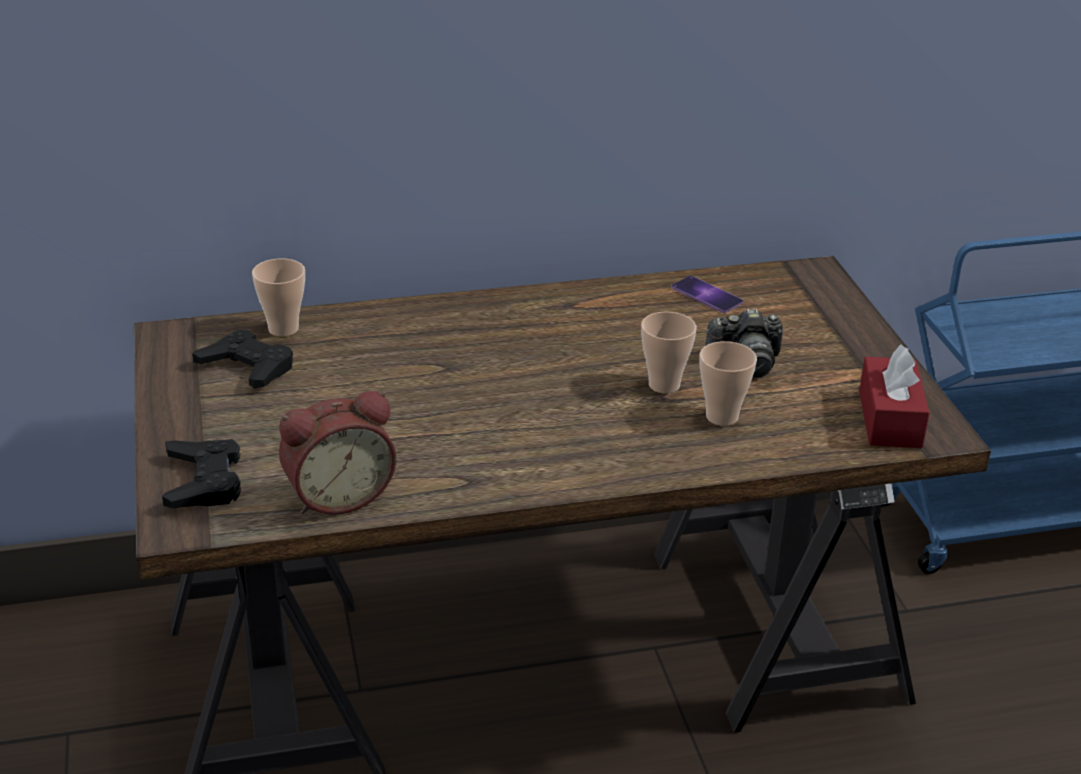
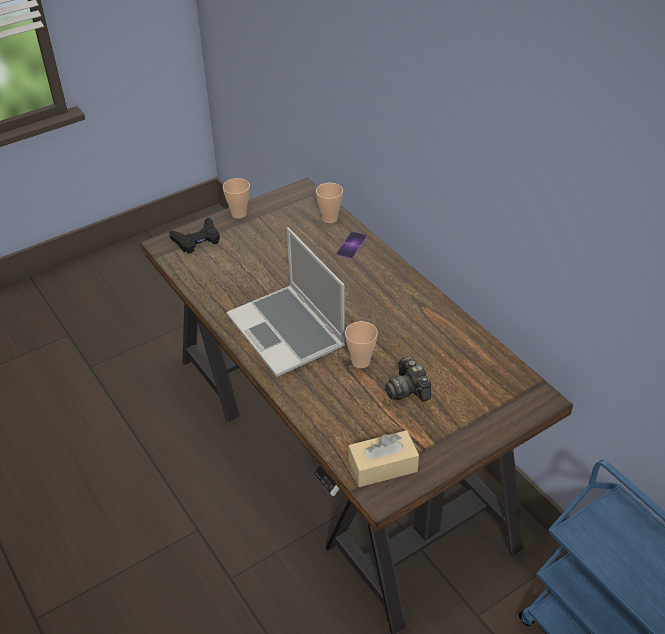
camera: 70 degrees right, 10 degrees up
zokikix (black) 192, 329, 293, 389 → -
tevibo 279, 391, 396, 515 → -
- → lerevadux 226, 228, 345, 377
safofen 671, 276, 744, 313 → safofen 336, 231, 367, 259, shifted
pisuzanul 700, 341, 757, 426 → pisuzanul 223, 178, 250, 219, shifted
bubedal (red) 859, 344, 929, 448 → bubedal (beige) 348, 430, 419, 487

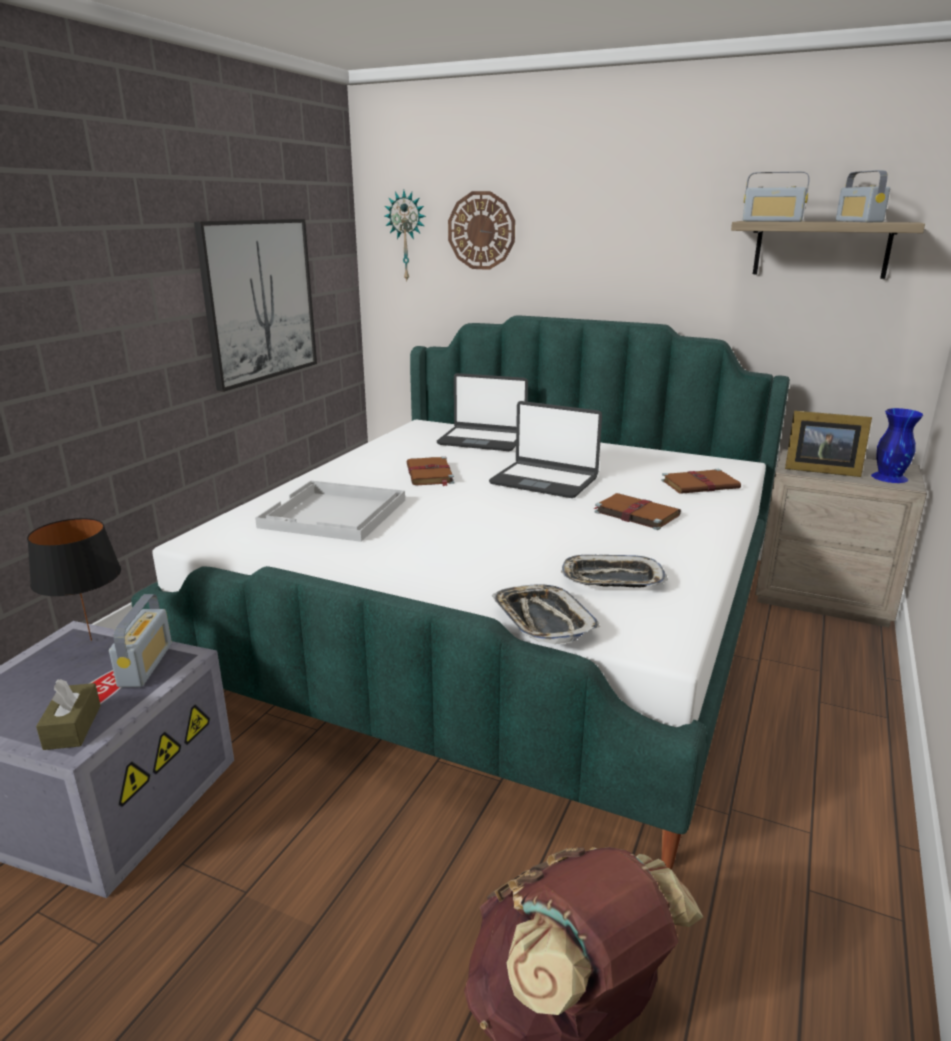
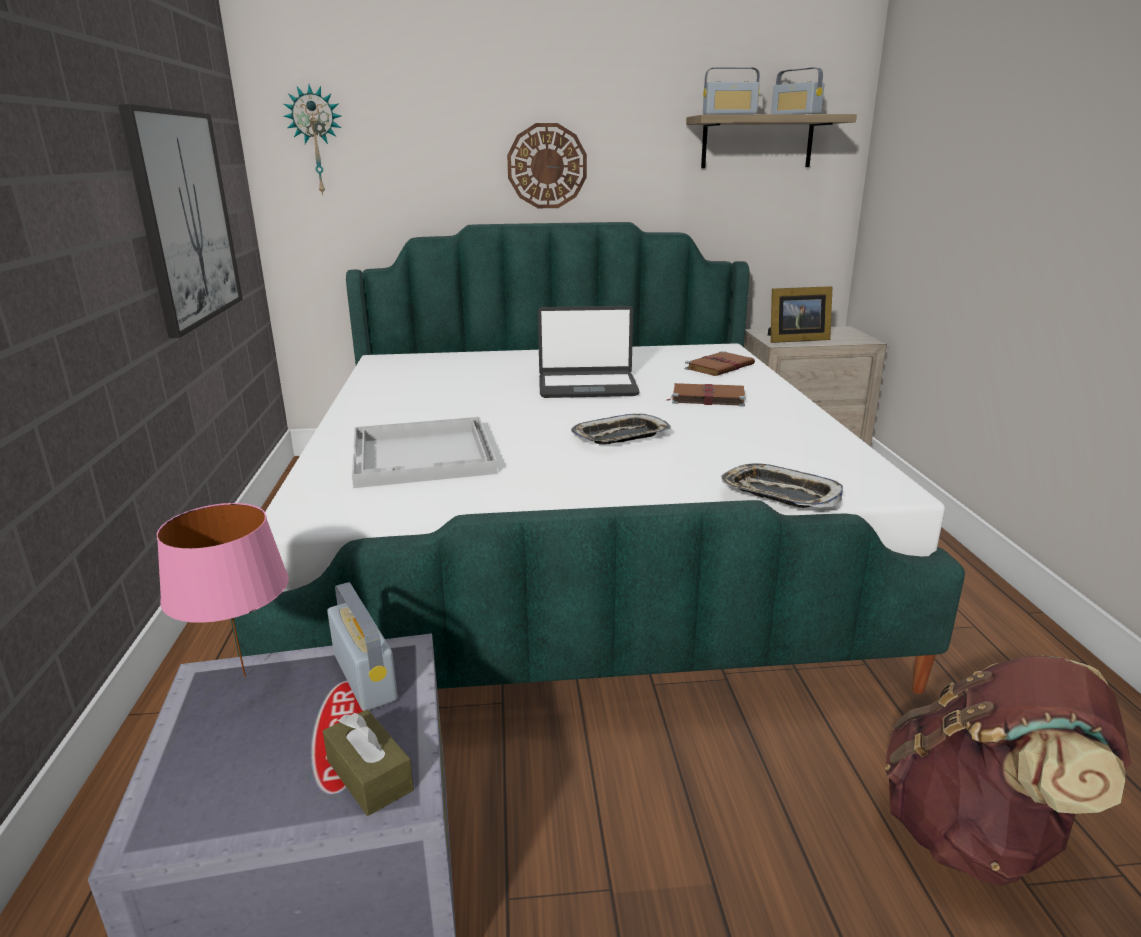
camera: 30 degrees left, 0 degrees up
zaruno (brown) 407, 457, 455, 486 → -
lerevadux 437, 373, 528, 451 → -
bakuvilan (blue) 871, 408, 923, 483 → -
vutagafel 448, 191, 515, 270 → vutagafel 507, 123, 587, 208, shifted
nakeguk 561, 555, 668, 587 → nakeguk 571, 414, 671, 445, shifted
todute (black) 27, 518, 121, 641 → todute (pink) 156, 503, 289, 677

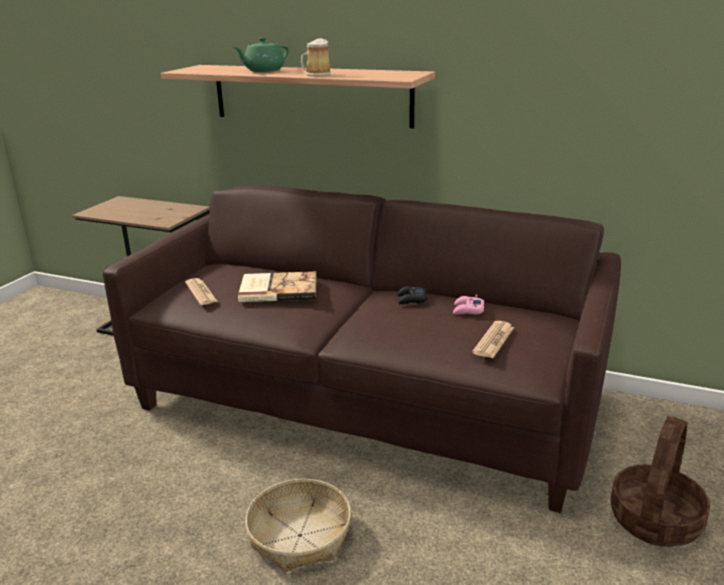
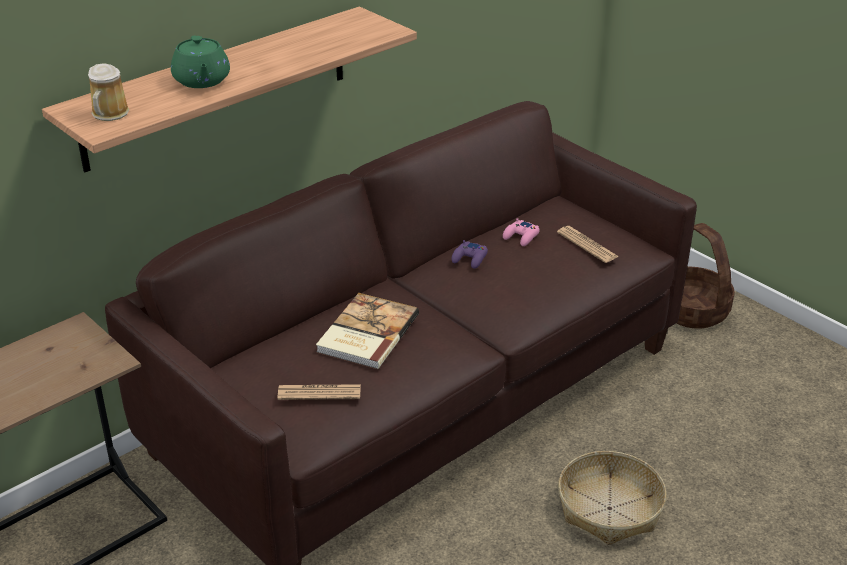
camera: 65 degrees left, 10 degrees up
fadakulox 301, 38, 331, 76 → fadakulox 88, 63, 130, 121, shifted
zokikix (black) 397, 284, 427, 304 → zokikix (purple) 452, 240, 488, 269

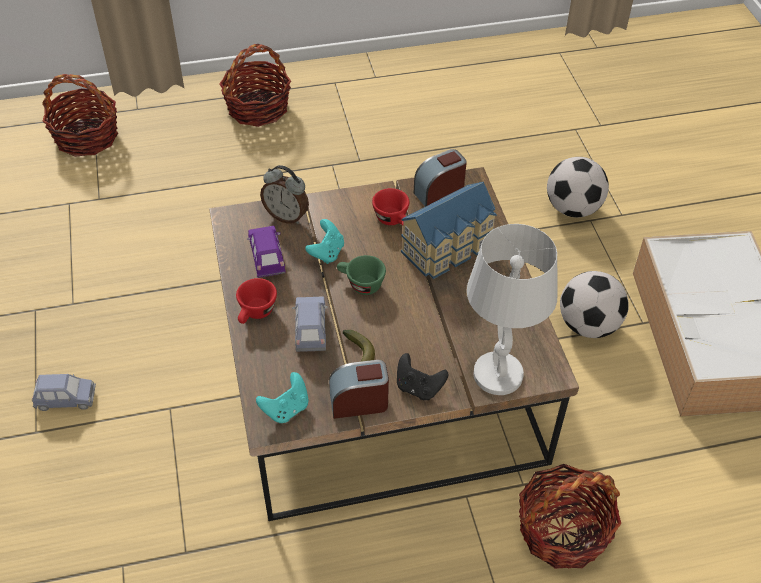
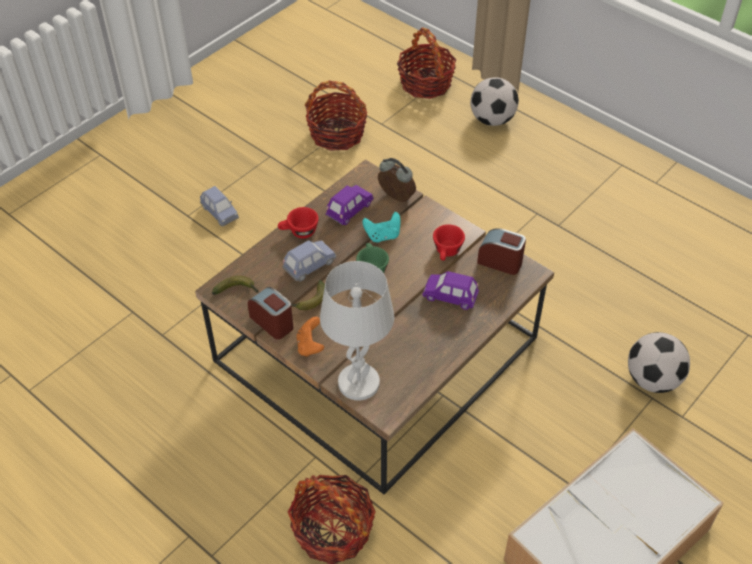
camera: 55 degrees right, 0 degrees up
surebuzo 219, 44, 291, 127 → surebuzo 305, 81, 367, 151, shifted
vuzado 560, 271, 629, 338 → vuzado 470, 77, 519, 126, shifted
zokikix (turquoise) 256, 372, 309, 423 → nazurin 212, 276, 259, 295
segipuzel 401, 182, 497, 279 → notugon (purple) 422, 271, 479, 310
zokikix (black) 397, 353, 449, 400 → zokikix (orange) 296, 317, 324, 357
tevibo 260, 165, 309, 224 → tevibo 378, 158, 416, 202, 135 degrees clockwise

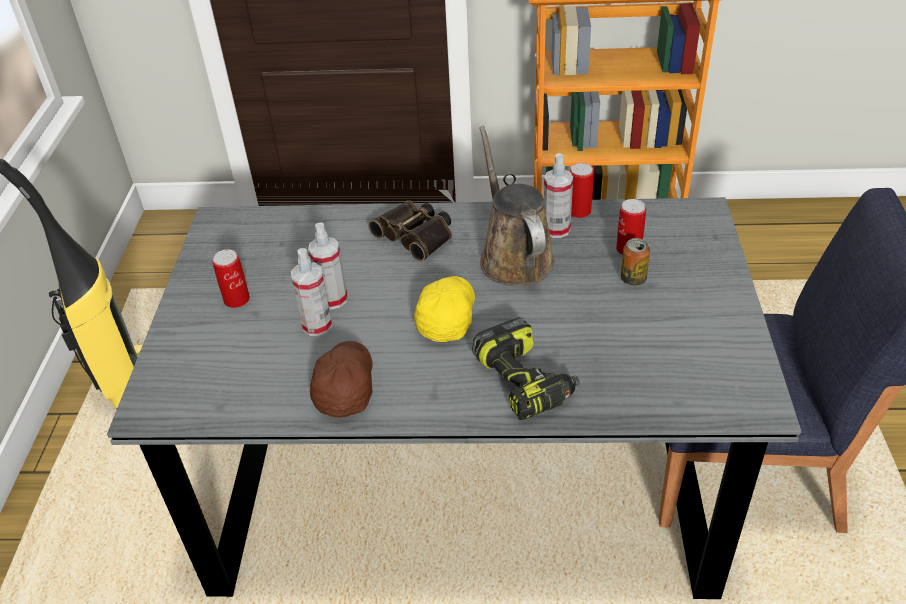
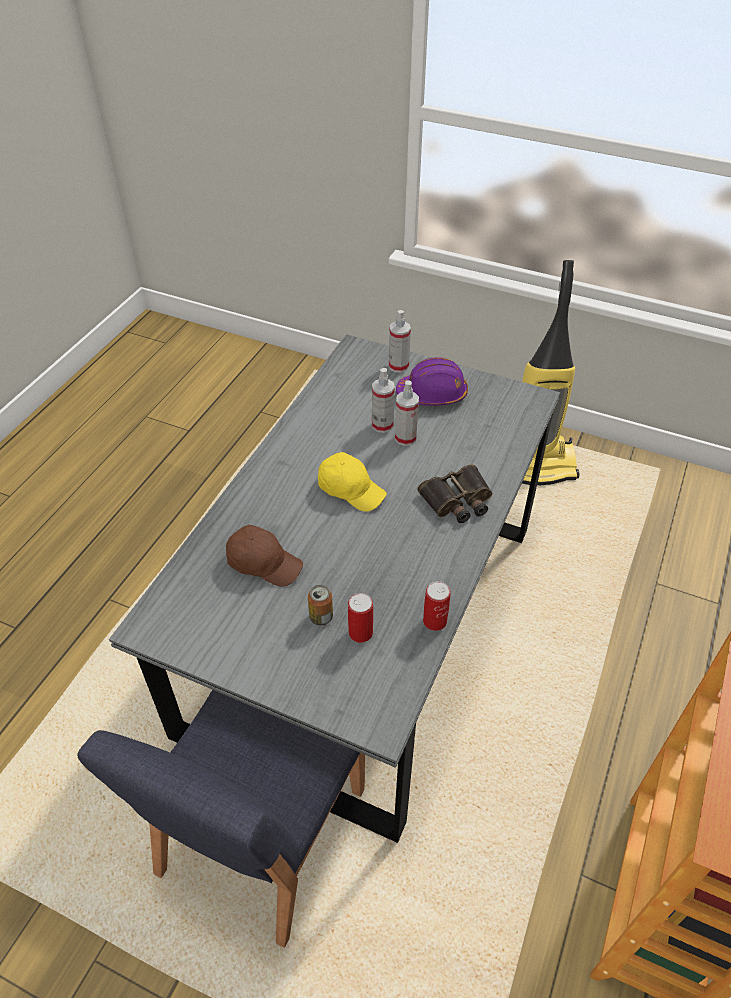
camera: 110 degrees right, 5 degrees up
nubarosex 472, 317, 580, 420 → -
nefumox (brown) 479, 126, 555, 287 → -
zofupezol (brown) 310, 341, 373, 418 → zofupezol (brown) 226, 525, 303, 586, shifted
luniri 544, 153, 573, 238 → luniri 389, 310, 411, 373, shifted
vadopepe 212, 249, 250, 308 → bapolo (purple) 396, 357, 468, 406

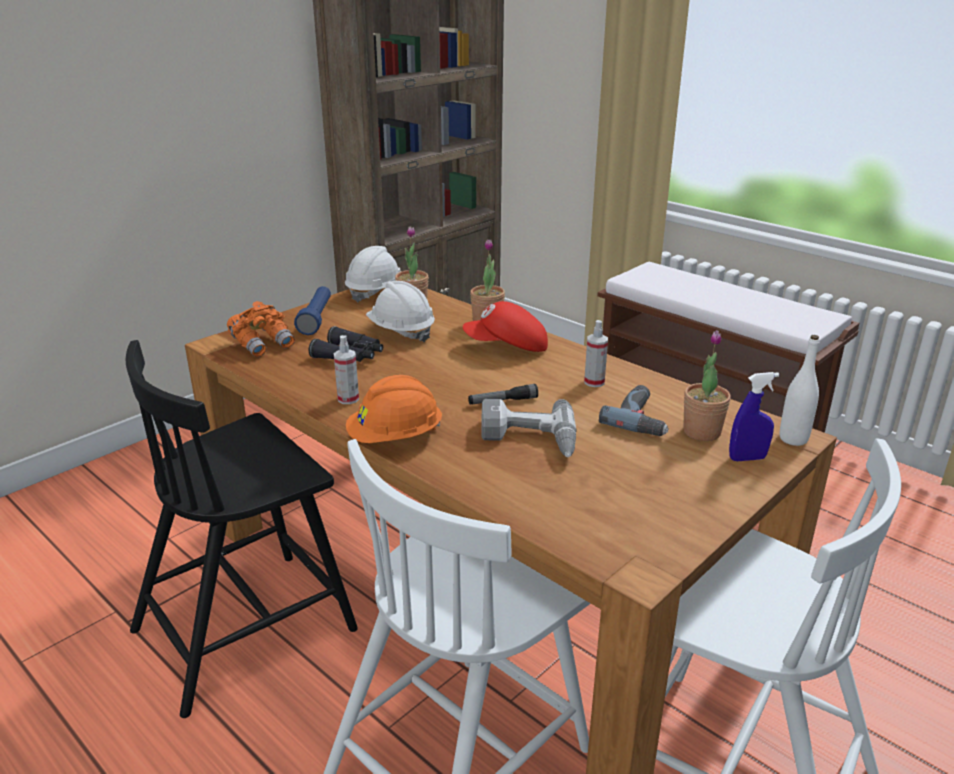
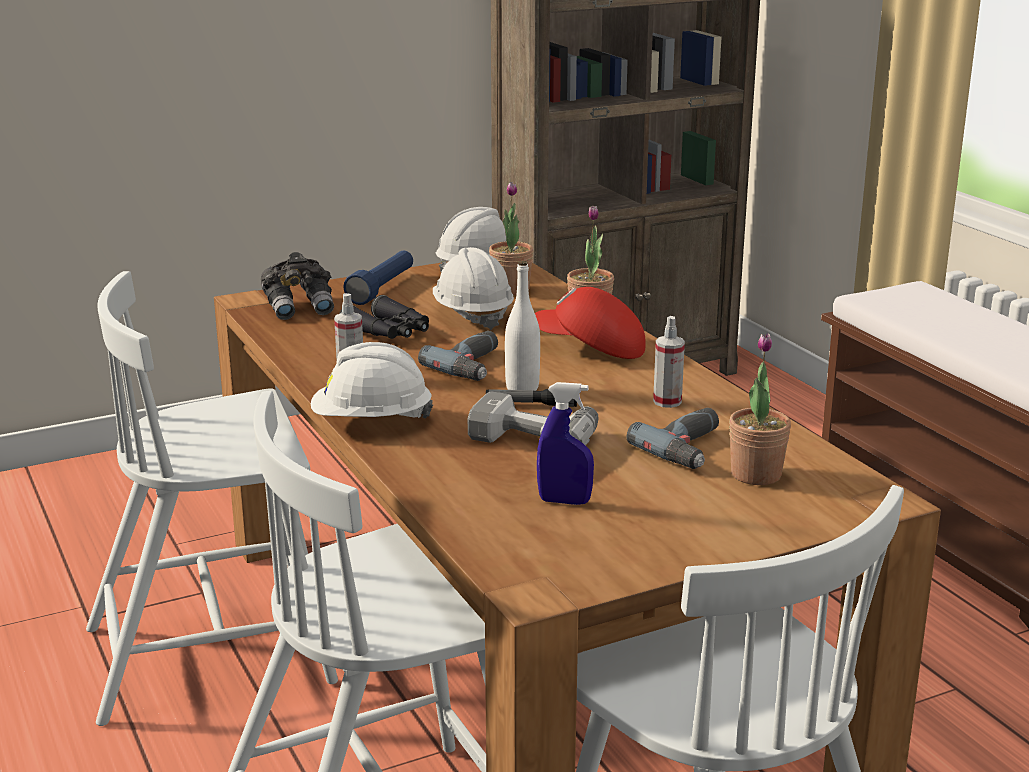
camera: 20 degrees right, 5 degrees down
- → nubarosex 418, 331, 498, 381
luniri (blue) 729, 372, 779, 461 → luniri (blue) 537, 382, 594, 505, shifted
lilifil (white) 779, 335, 819, 446 → lilifil (white) 505, 261, 540, 391, shifted
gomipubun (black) 126, 340, 358, 718 → gomipubun (white) 86, 271, 338, 726
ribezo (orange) 227, 301, 295, 357 → ribezo (grey) 261, 252, 334, 320
bapolo (orange) 346, 375, 442, 443 → bapolo (white) 311, 342, 433, 419

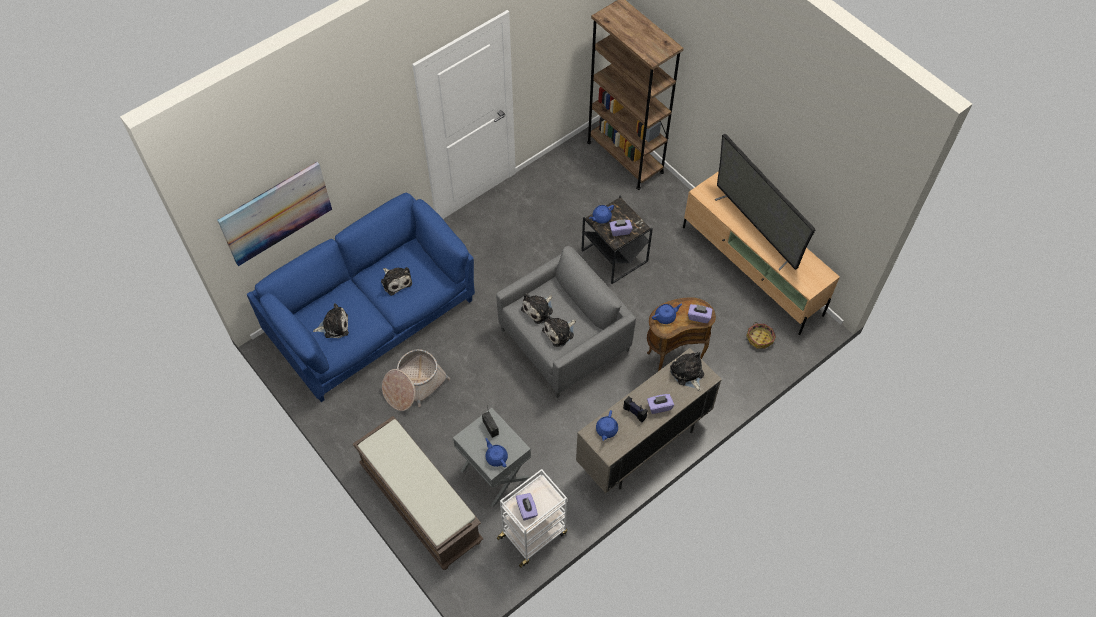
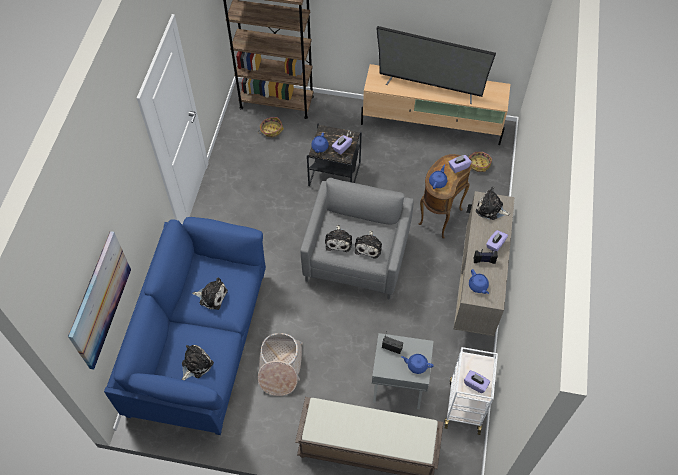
camera: 40 degrees left, 0 degrees up
- → surebuzo 259, 117, 284, 138

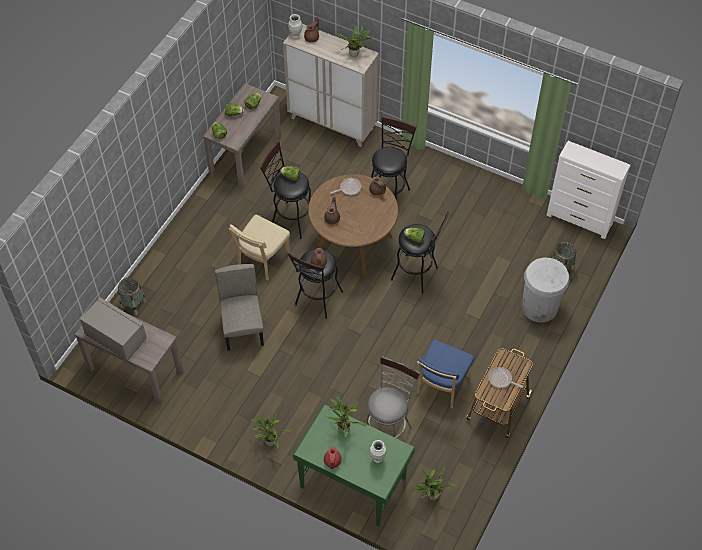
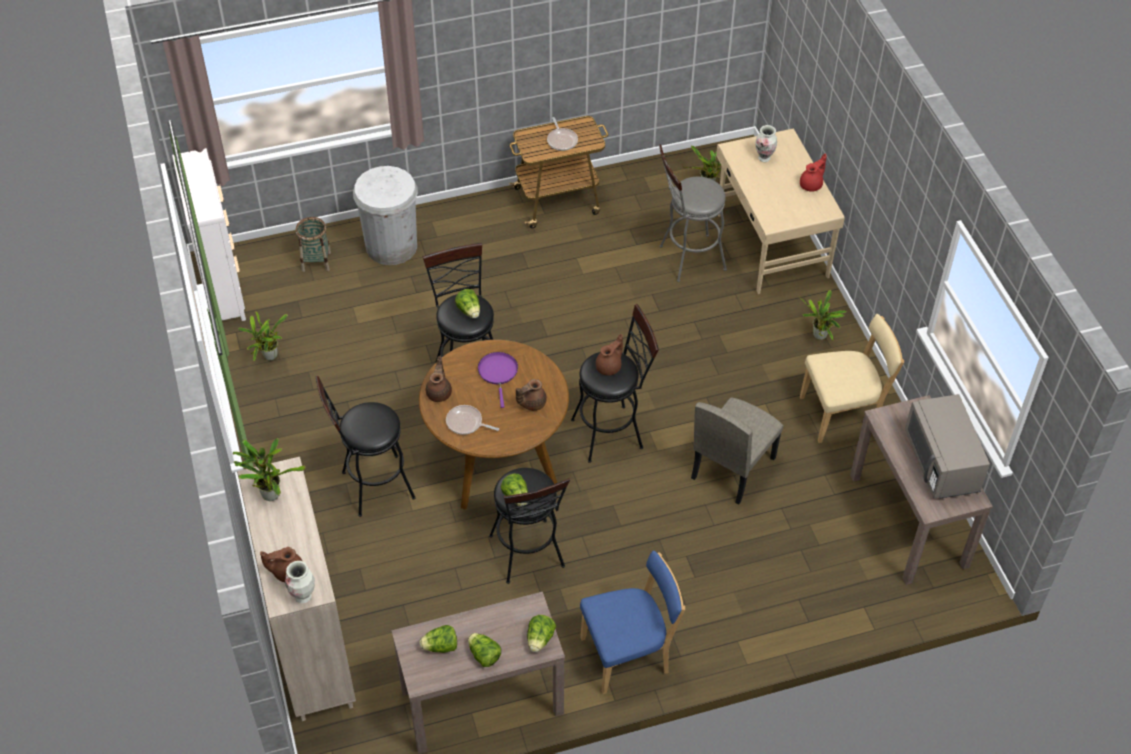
camera: 135 degrees left, 5 degrees down
surebuzo 118, 277, 146, 315 → -
- → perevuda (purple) 478, 352, 518, 408
gomipubun (beige) 229, 215, 290, 280 → gomipubun (beige) 800, 314, 904, 443, shifted
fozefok 328, 396, 367, 437 → fozefok 238, 311, 288, 361, shifted
gomipubun (blue) 417, 340, 474, 408 → gomipubun (blue) 580, 551, 685, 694, shifted
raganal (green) 293, 404, 415, 526 → raganal (beige) 716, 128, 845, 294

